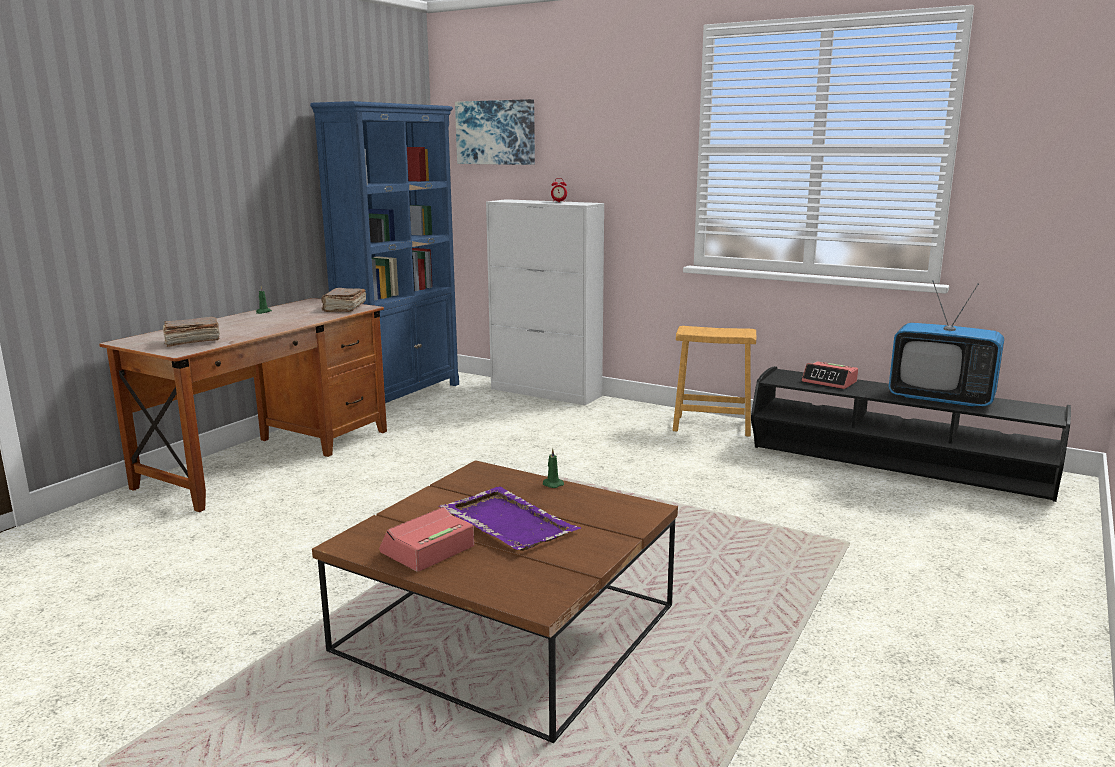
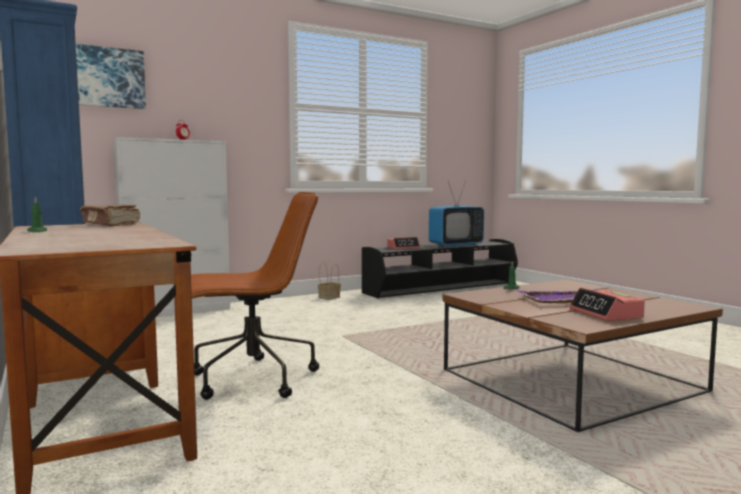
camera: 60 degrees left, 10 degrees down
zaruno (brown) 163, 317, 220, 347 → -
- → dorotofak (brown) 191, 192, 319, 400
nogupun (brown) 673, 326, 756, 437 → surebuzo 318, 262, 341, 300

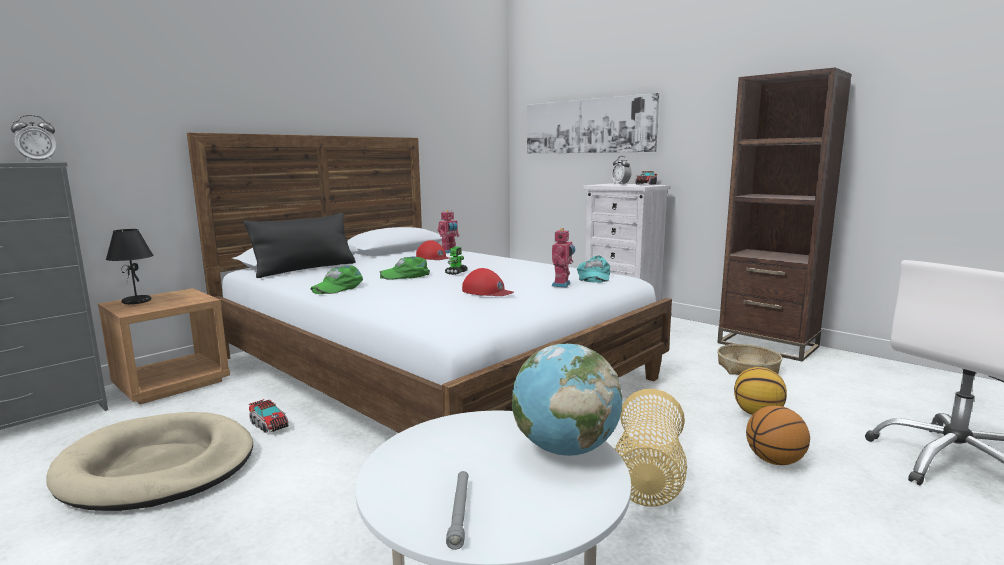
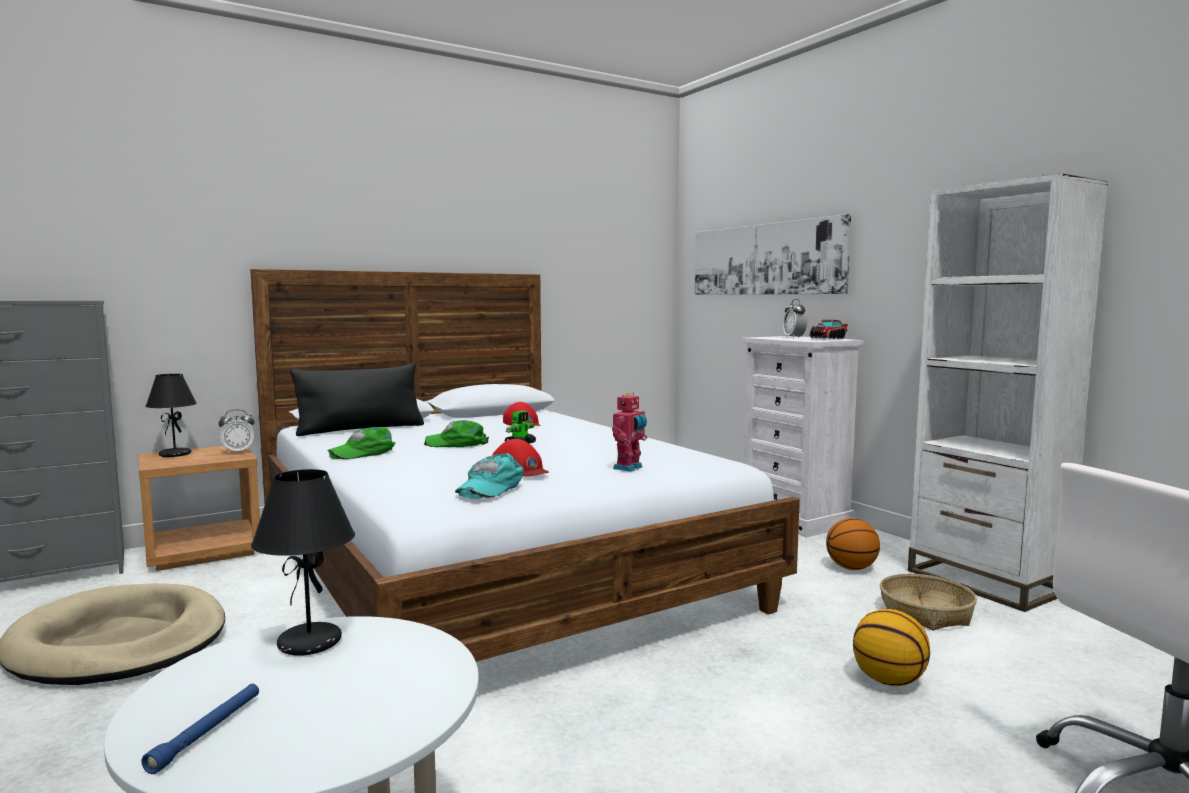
camera: 15 degrees right, 5 degrees down
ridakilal 249, 399, 289, 433 → -
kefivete 437, 210, 460, 253 → -
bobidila 512, 343, 622, 456 → -
surebuzo 614, 389, 687, 507 → -
- → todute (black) 251, 469, 355, 655
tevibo 11, 115, 56, 162 → tevibo 218, 409, 255, 454, shifted
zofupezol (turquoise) 577, 255, 610, 283 → zofupezol (turquoise) 455, 453, 524, 499, shifted
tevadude 746, 406, 810, 465 → tevadude 826, 518, 880, 570, shifted
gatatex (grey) 446, 471, 469, 550 → gatatex (blue) 141, 684, 259, 774
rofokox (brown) 717, 67, 852, 362 → rofokox (white) 908, 173, 1108, 612

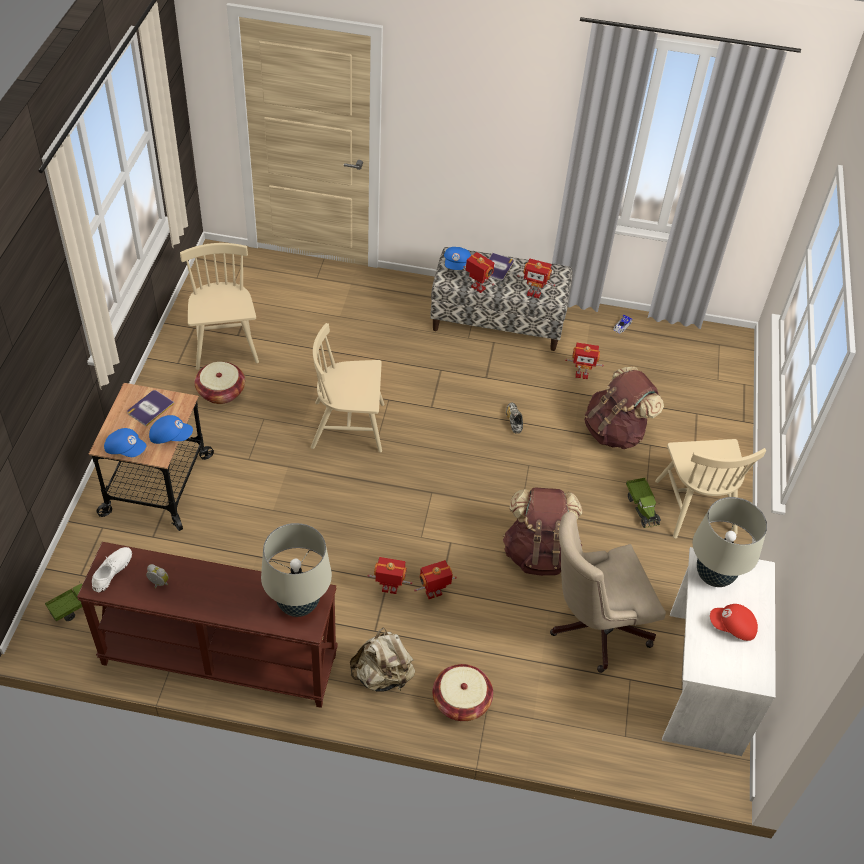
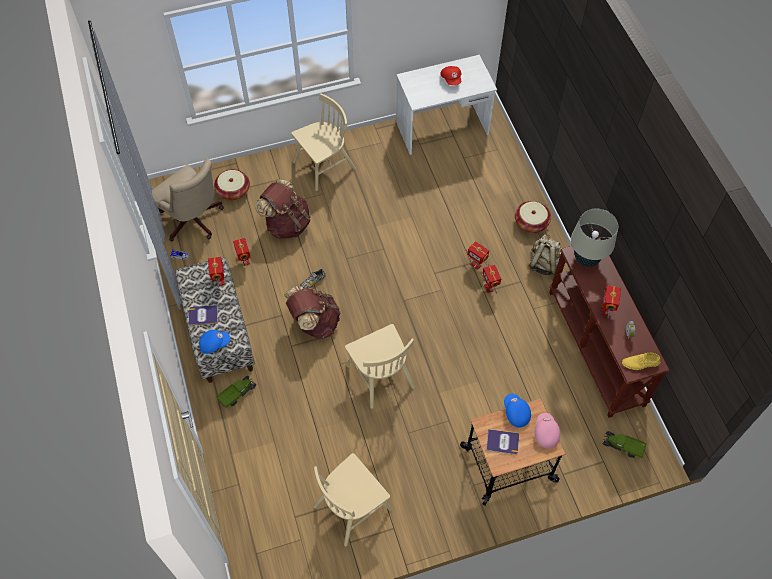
camera: 115 degrees left, 10 degrees up
todute (beige) 693, 497, 767, 587 → -
surebuzo 195, 362, 245, 404 → surebuzo 214, 169, 250, 200, shifted
kefivete 463, 252, 494, 293 → kefivete 601, 285, 621, 318, shifted
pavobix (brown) 503, 488, 582, 576 → pavobix (brown) 284, 286, 341, 339, shifted
dorotofak (beige) 550, 512, 666, 673 → dorotofak (beige) 152, 158, 224, 241, shifted
ridakilal 626, 478, 661, 528 → ridakilal 216, 376, 257, 408, shifted
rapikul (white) 92, 547, 132, 592 → rapikul (yellow) 622, 353, 661, 370
zofupezol (blue) 104, 428, 146, 457 → zofupezol (pink) 535, 413, 560, 448

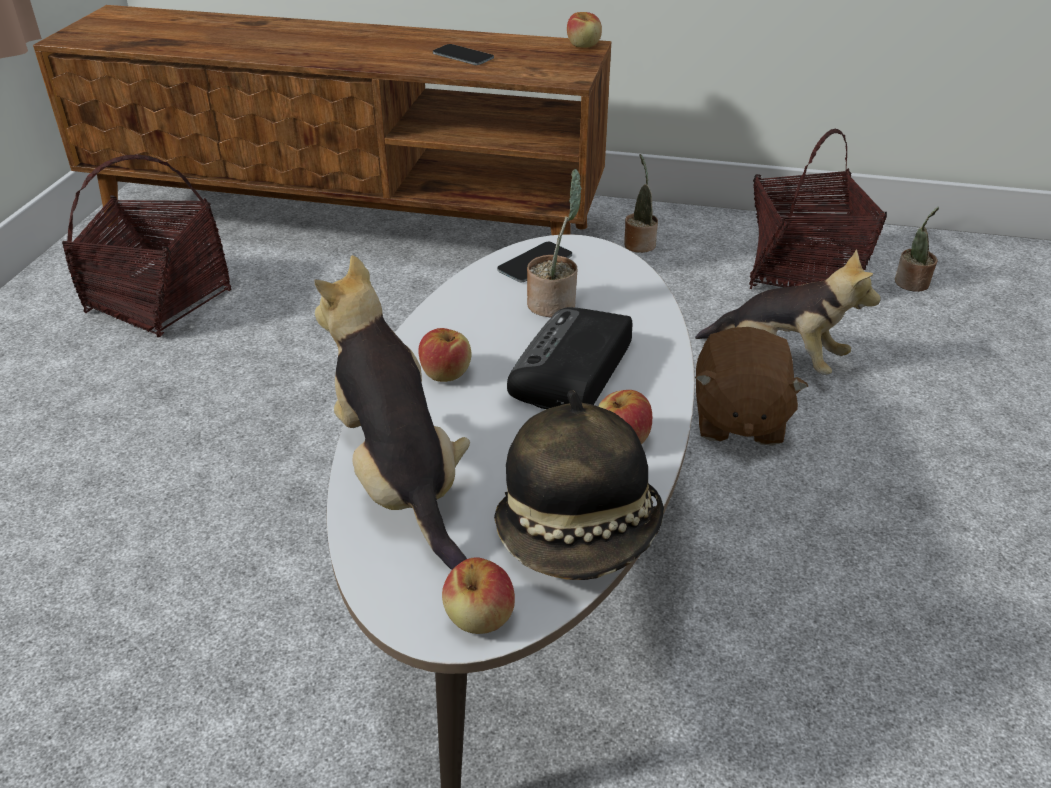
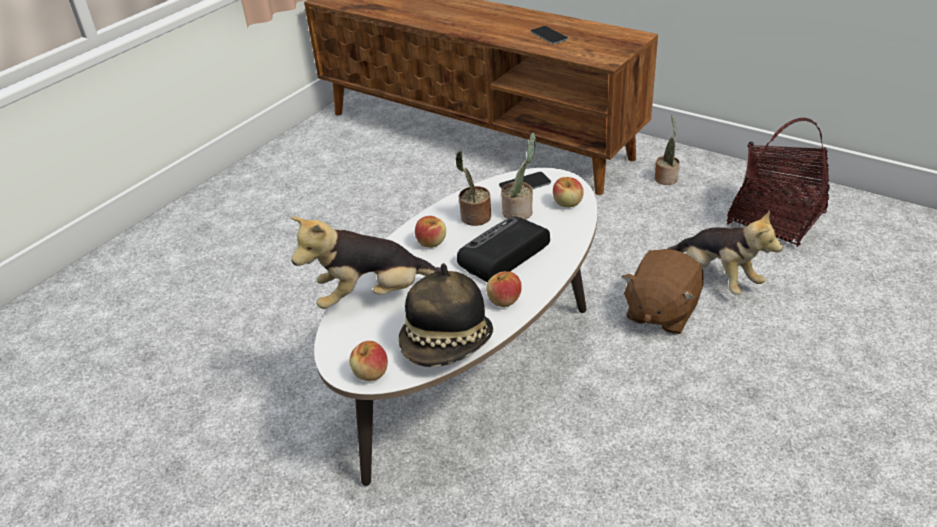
camera: 25 degrees right, 0 degrees up
surebuzo 62, 154, 232, 337 → -
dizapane 567, 12, 602, 48 → dizapane 553, 177, 584, 208, shifted
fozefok 895, 207, 939, 292 → fozefok 456, 151, 491, 226, shifted
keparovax 314, 255, 470, 570 → keparovax 291, 217, 441, 309, 105 degrees counterclockwise

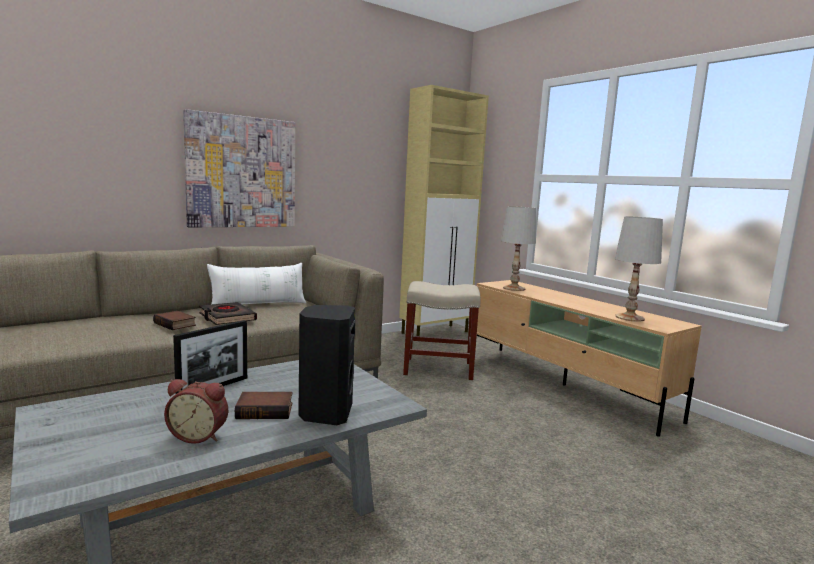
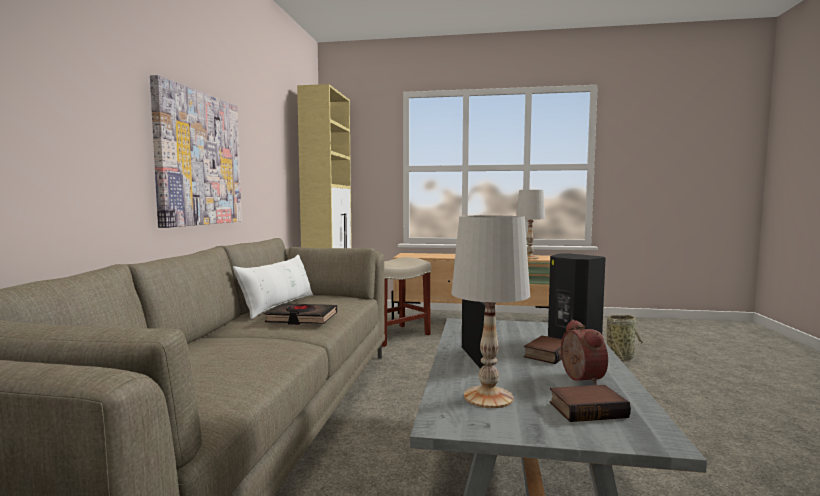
camera: 45 degrees left, 5 degrees down
- → surebuzo 607, 315, 643, 361
zaruno 153, 311, 196, 330 → zaruno 550, 385, 631, 422, shifted
todute (white) 501, 206, 536, 291 → todute (white) 451, 215, 530, 408, shifted
tevibo 164, 379, 228, 444 → tevibo 561, 319, 608, 385, 60 degrees counterclockwise

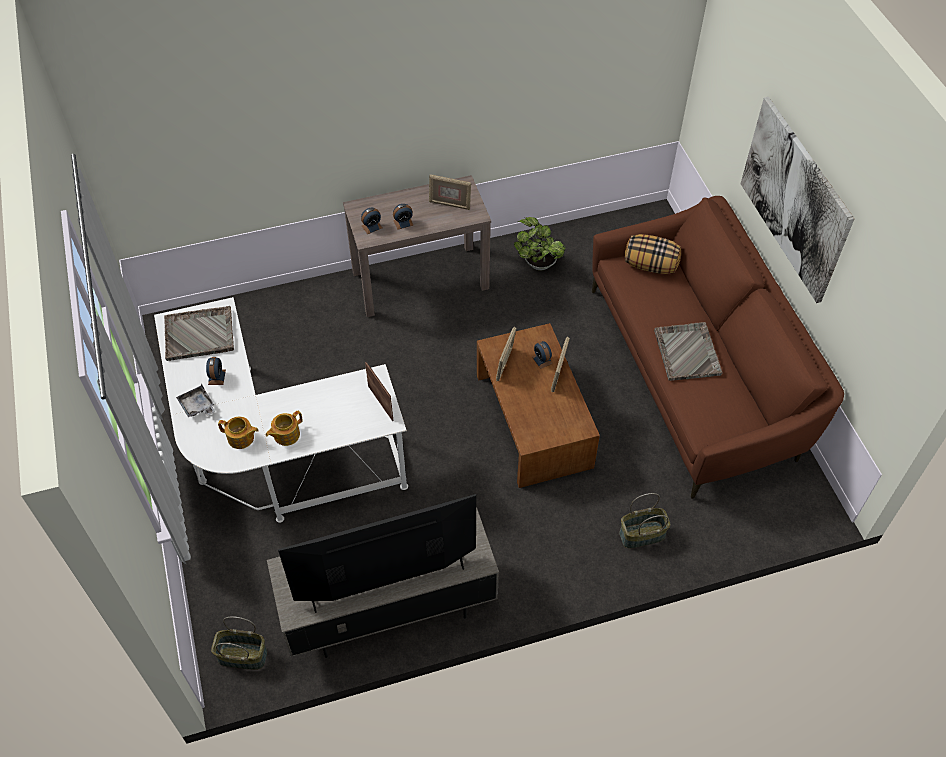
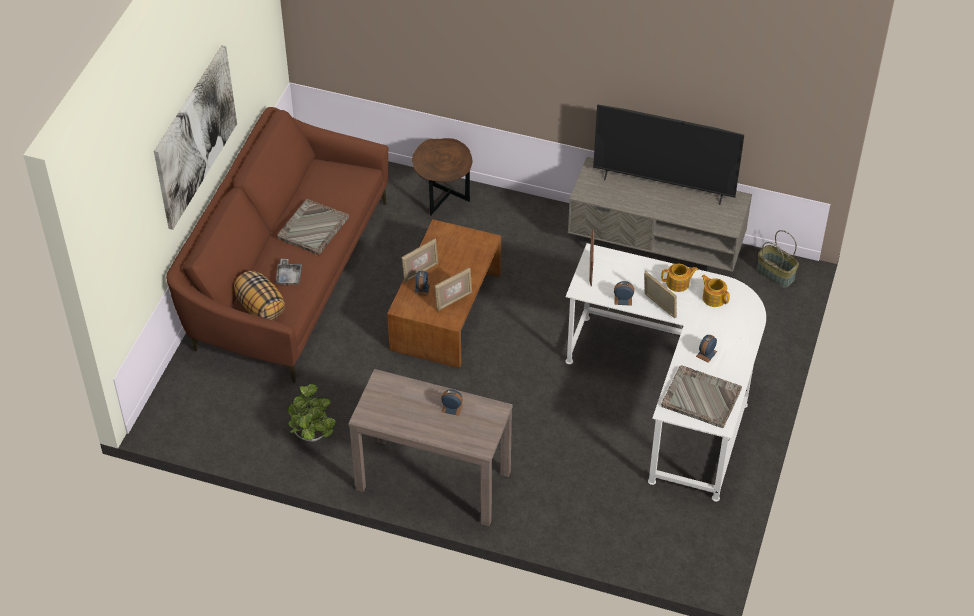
camera: 145 degrees left, 5 degrees down
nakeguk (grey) 176, 384, 215, 417 → nakeguk (grey) 275, 259, 302, 285, shifted
tevibo 361, 208, 382, 234 → tevibo 614, 281, 634, 306, shifted
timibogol 429, 175, 471, 210 → timibogol 644, 271, 677, 318, shifted
surebuzo 619, 493, 670, 548 → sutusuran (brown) 412, 138, 473, 215

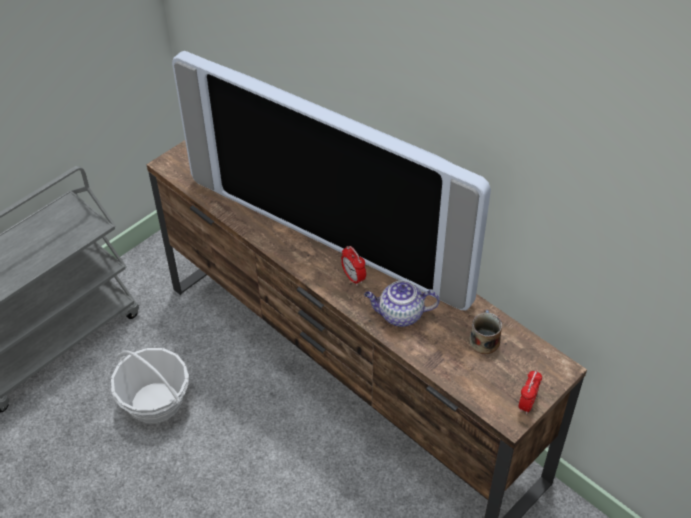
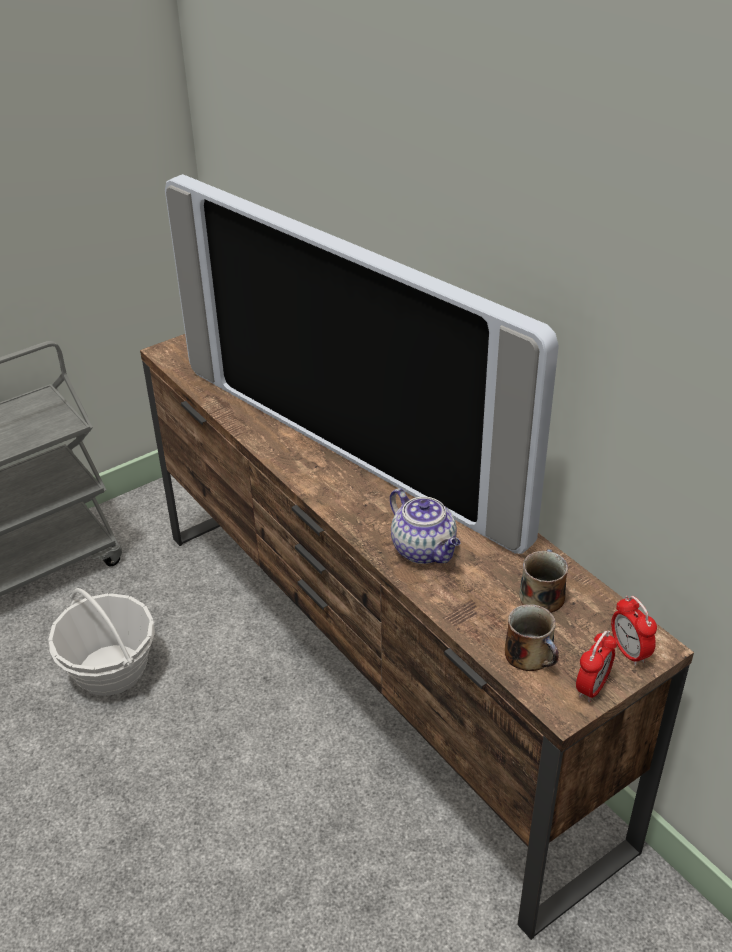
camera: 10 degrees right, 10 degrees down
- → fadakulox 505, 604, 559, 671
tevibo 341, 246, 366, 286 → tevibo 611, 596, 657, 666, shifted
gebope 364, 280, 440, 327 → gebope 390, 488, 460, 564, 135 degrees counterclockwise

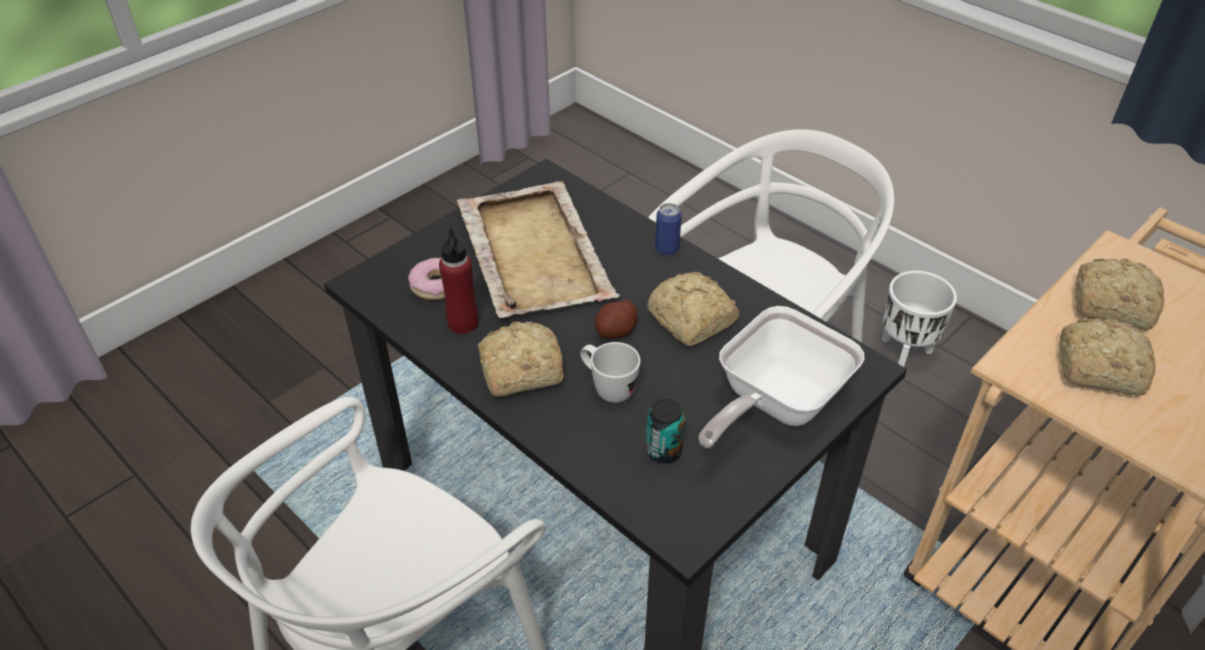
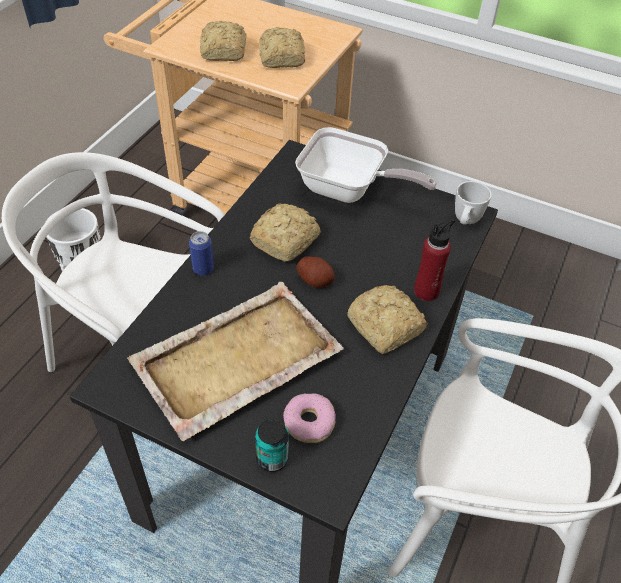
camera: 110 degrees left, 5 degrees up
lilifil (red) 439, 228, 479, 334 → lilifil (red) 414, 219, 455, 301, shifted
fadakulox (white) 580, 342, 640, 403 → fadakulox (white) 455, 181, 492, 225, shifted
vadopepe 646, 399, 685, 463 → vadopepe 255, 419, 289, 472, shifted

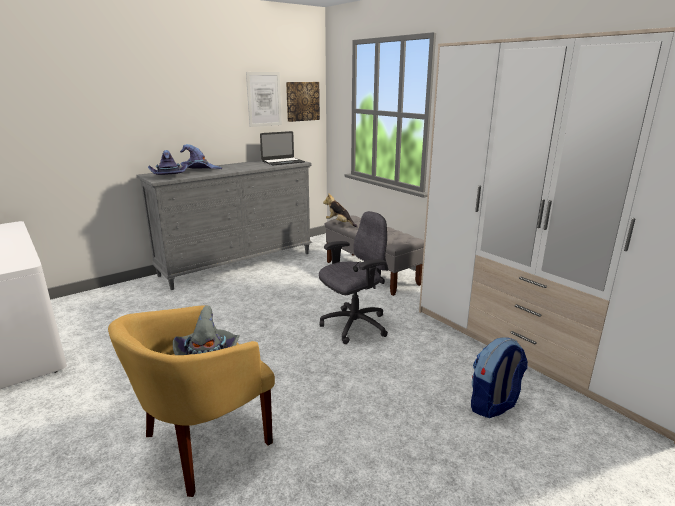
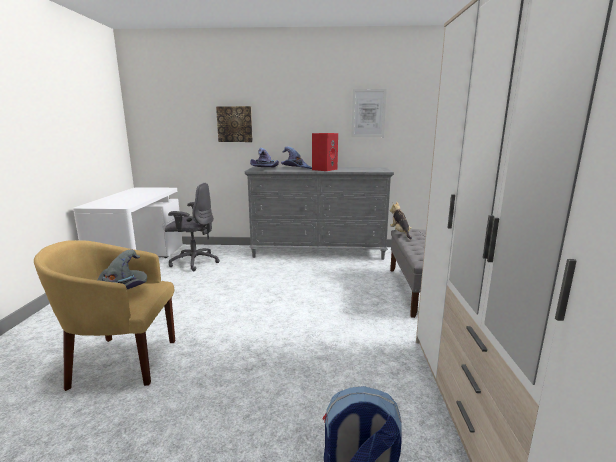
camera: 40 degrees right, 5 degrees down
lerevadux 260, 131, 305, 165 → -
- → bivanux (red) 312, 133, 338, 171
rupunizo 286, 82, 320, 122 → rupunizo 216, 106, 253, 142, shifted
dorotofak (grey) 319, 211, 388, 344 → dorotofak (grey) 165, 183, 220, 271, shifted

